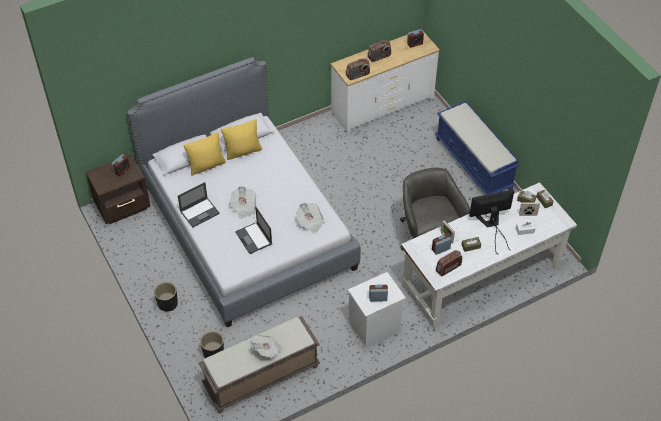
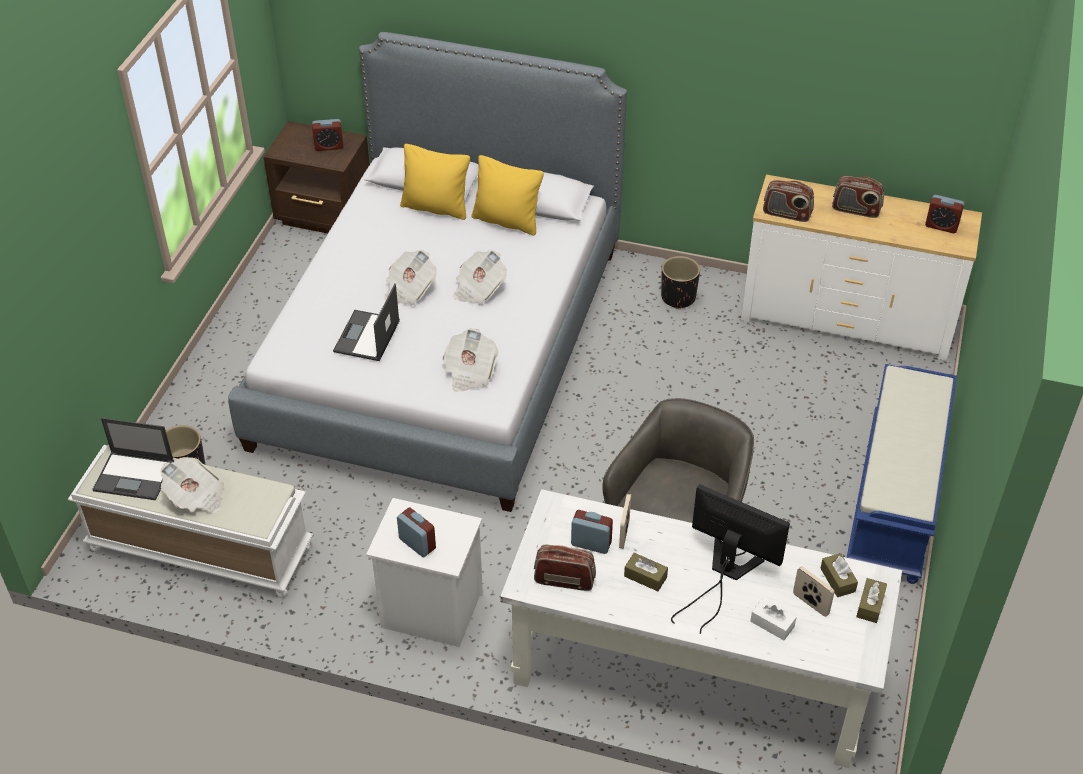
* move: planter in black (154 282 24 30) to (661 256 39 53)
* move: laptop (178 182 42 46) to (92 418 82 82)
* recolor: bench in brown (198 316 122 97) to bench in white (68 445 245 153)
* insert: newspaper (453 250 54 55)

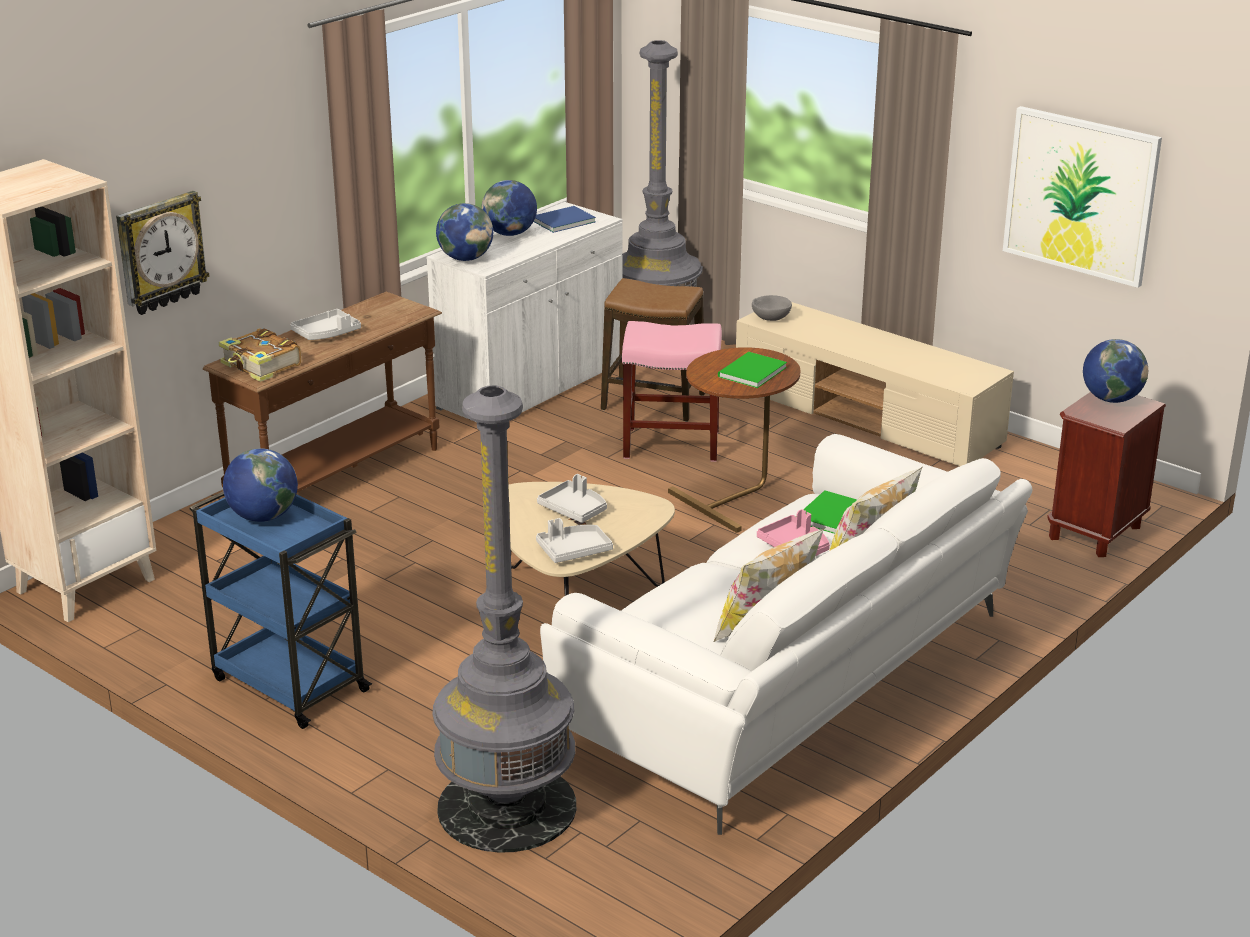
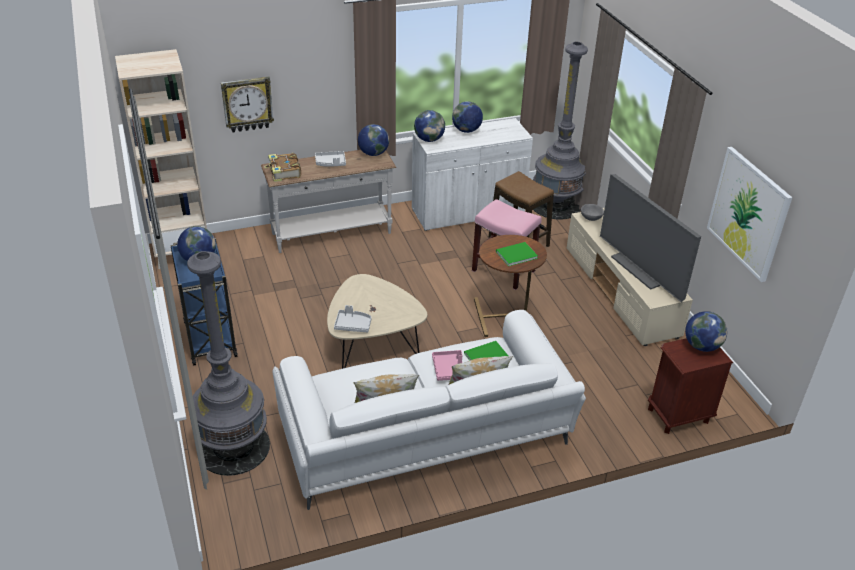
* recolor: console table in brown (203 292 239 200) to console table in white (261 150 135 103)
* delete: book in blue (534 206 62 27)
* delete: tray in grey (537 474 70 49)
* insert: globe (358 124 31 32)
* insert: television (600 174 101 128)

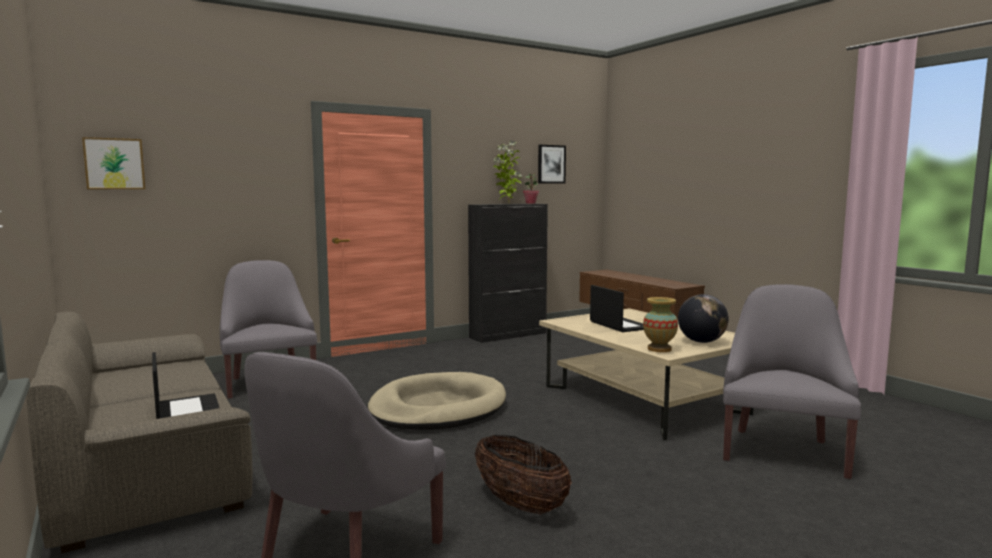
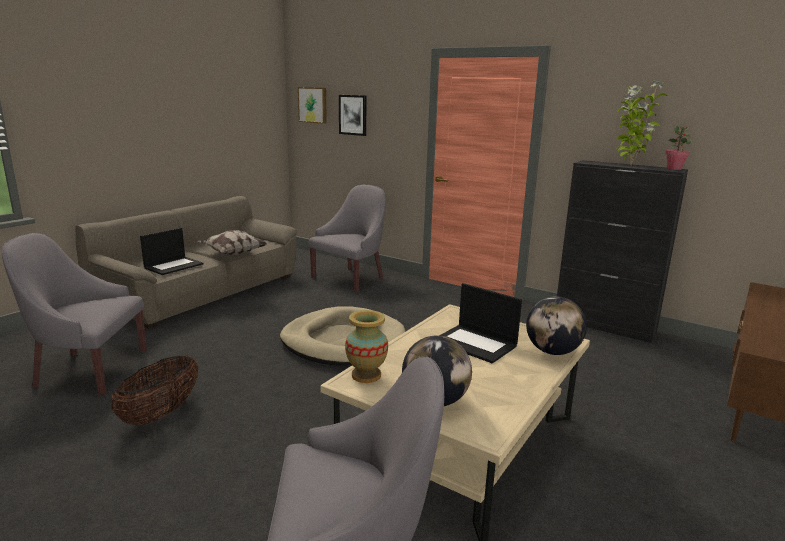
* move: picture (538 145 28 38) to (339 95 28 41)
* rotate: laptop (590 285 54 47) = (439 283 83 80) 90 degrees clockwise
* insert: pillow (197 230 70 25)
* insert: globe (526 296 61 59)

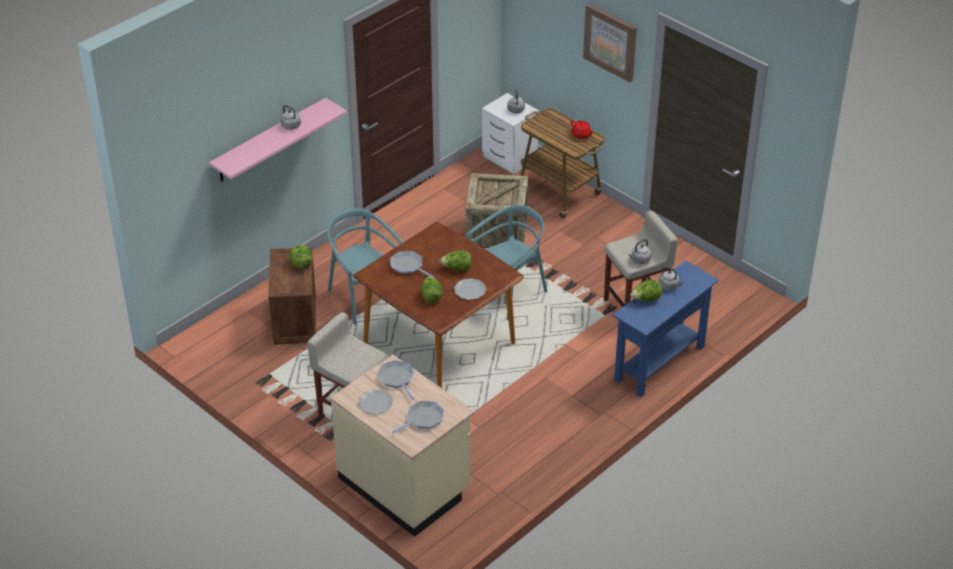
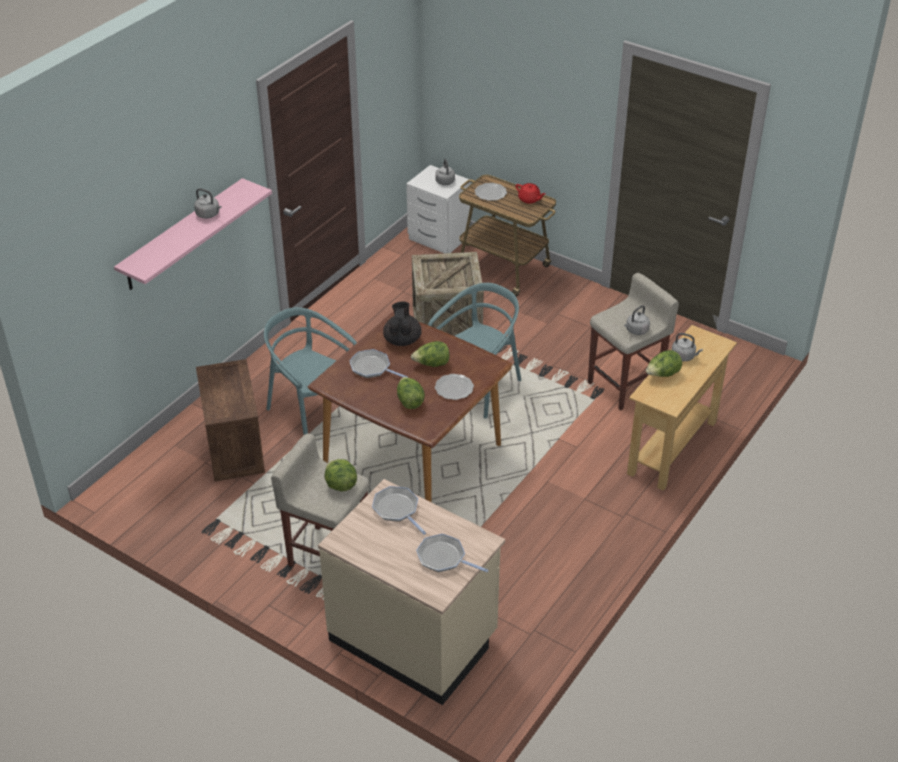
* move: lettuce (289 245 24 24) to (324 459 33 32)
* move: plate (358 389 35 25) to (475 183 32 18)
* rotate: frying pan (392 401 52 33) = (416 534 72 38) 105 degrees counterclockwise
* delete: picture (583 4 54 78)
* recolor: console table in blue (613 260 106 137) to console table in beige (627 325 110 166)
* insert: teapot in black (383 301 39 45)

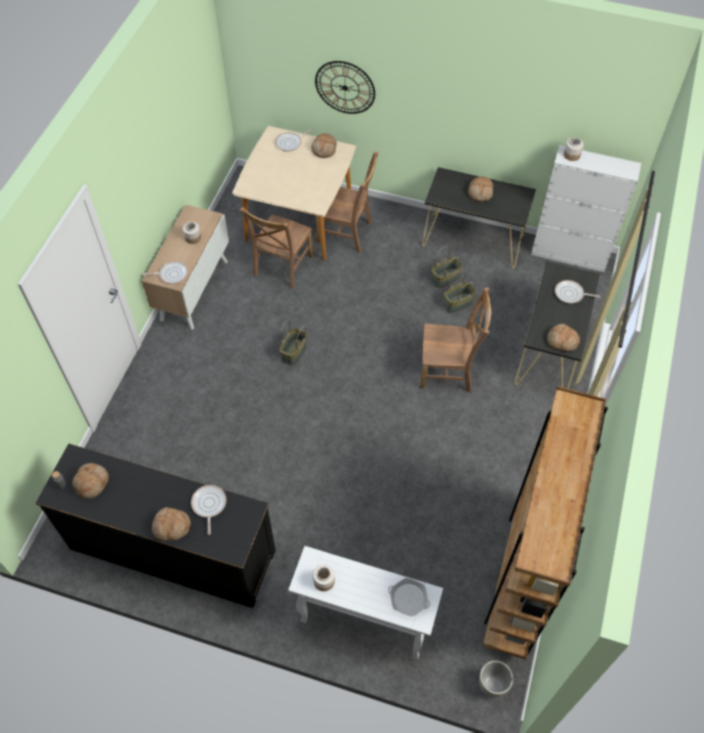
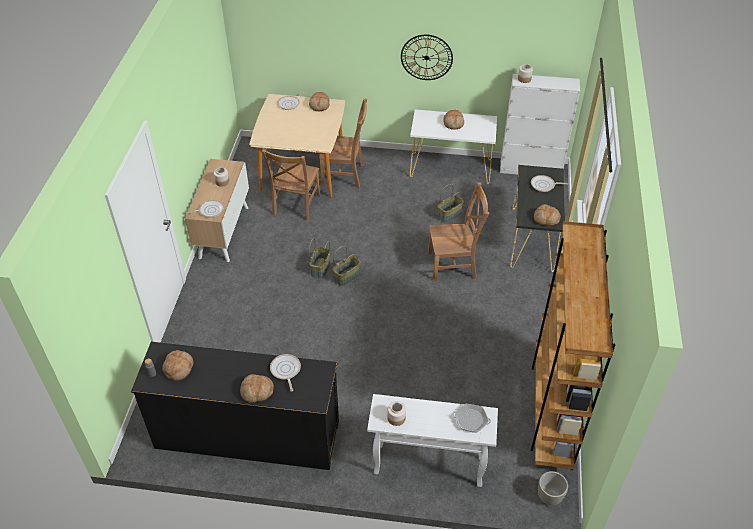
* move: wall clock (315 61 60 53) to (401 35 52 45)
* recolor: console table in black (422 167 114 101) to console table in white (410 110 87 74)
* move: basket (431 246 32 42) to (332 246 28 40)

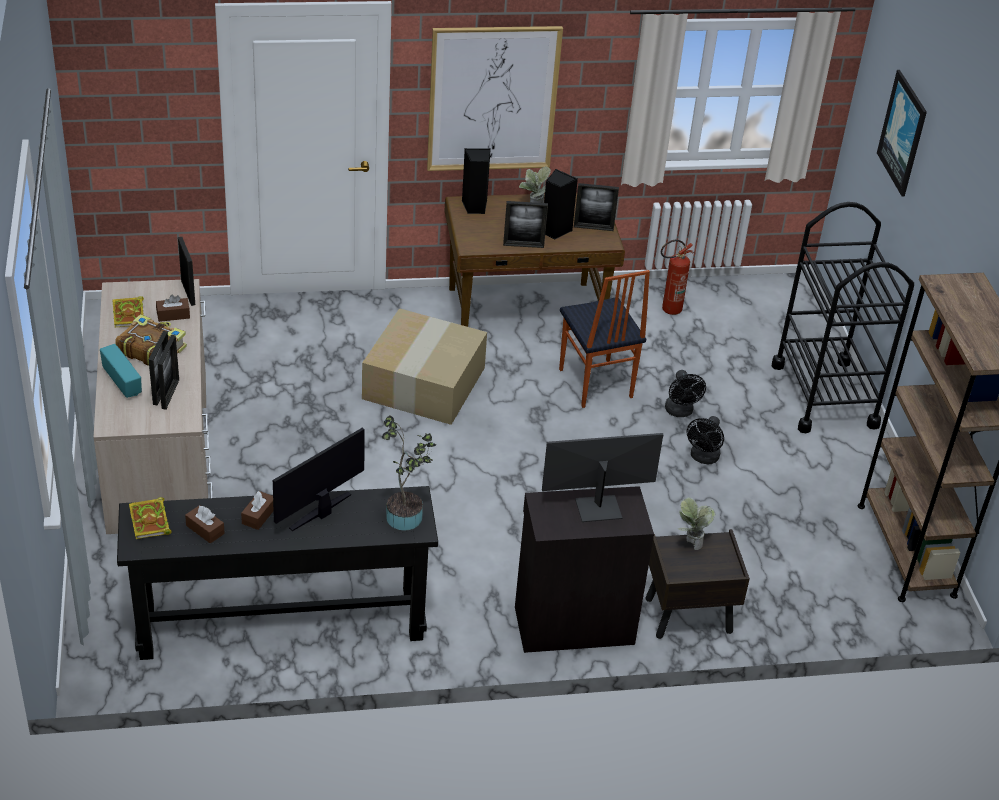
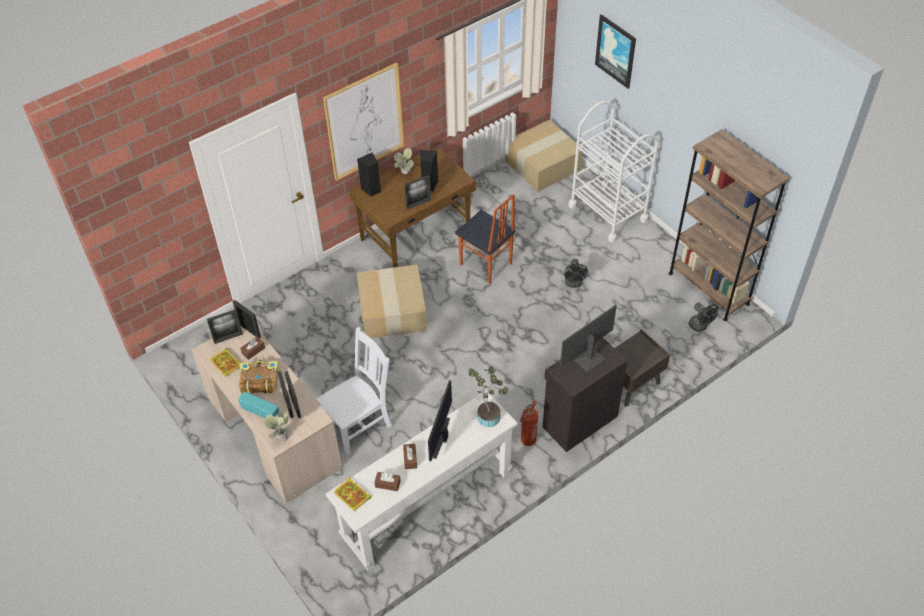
* recolor: console table in black (117 486 321 174) to console table in white (326 390 192 181)
* move: picture frame (574 183 45 48) to (207 309 36 35)
* move: fire extinguisher (661 240 33 75) to (520 400 18 46)
* move: fan in black (665 370 41 47) to (689 302 30 30)
* move: potted plant (678 497 38 53) to (264 412 24 29)
* recolor: cart in black (772 202 142 231) to cart in white (568 101 91 142)
* insert: chair in white (316 327 76 128)
* insert: cardboard box (505 120 78 72)

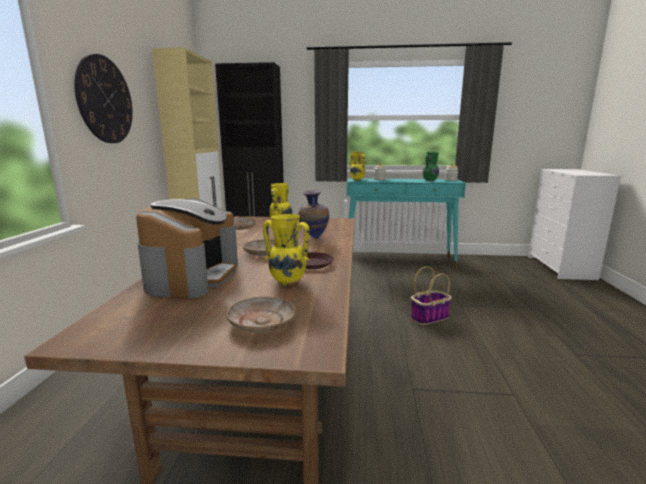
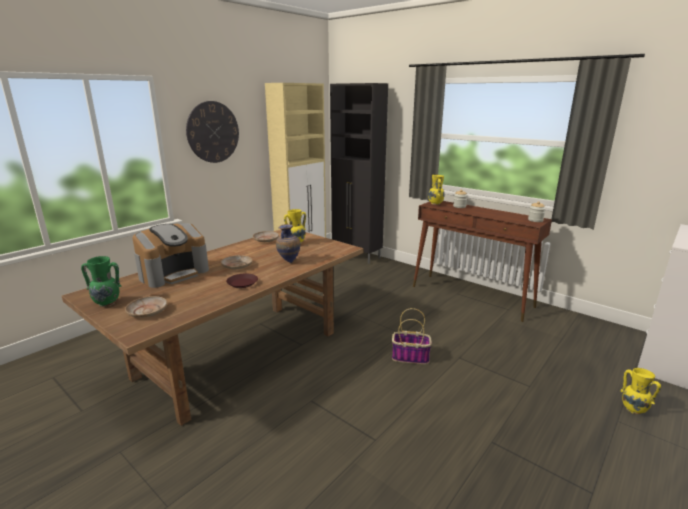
* move: vase in yellow (263 214 46 72) to (621 368 40 46)
* recolor: console table in turquoise (347 178 119 91) to console table in brown (413 201 139 121)
* move: vase in green (423 152 16 30) to (81 256 40 51)

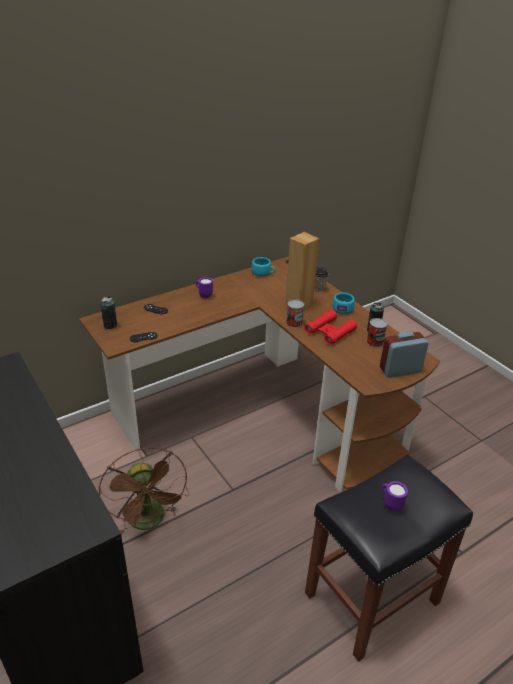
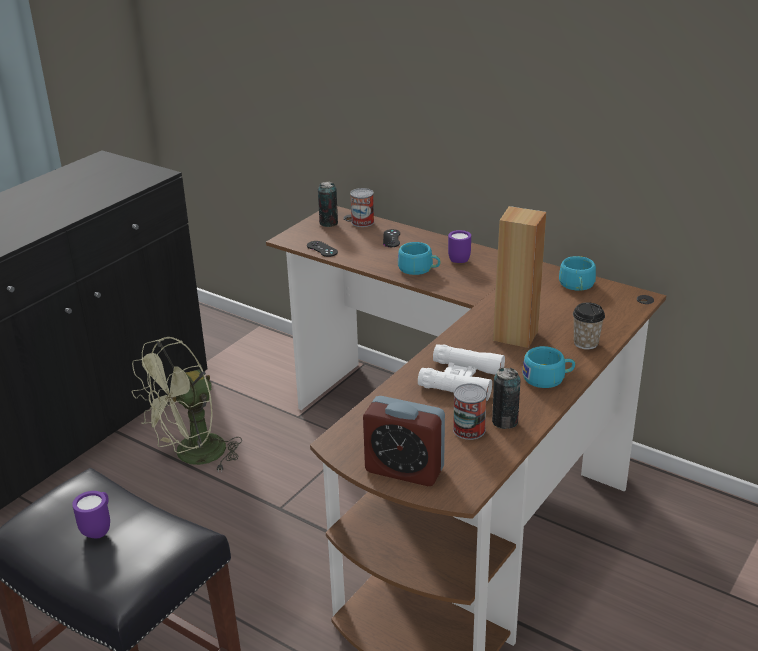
* recolor: fan in brown (99 447 90 87) to fan in green (132 337 110 135)
* move: can (286 299 18 29) to (350 188 24 39)
* recolor: binoculars in red (305 309 52 36) to binoculars in white (418 344 87 57)
* rotate: alarm clock (380 331 48 47) = (363 396 82 90) 150 degrees clockwise
* insert: cup in turquoise (398 242 43 33)

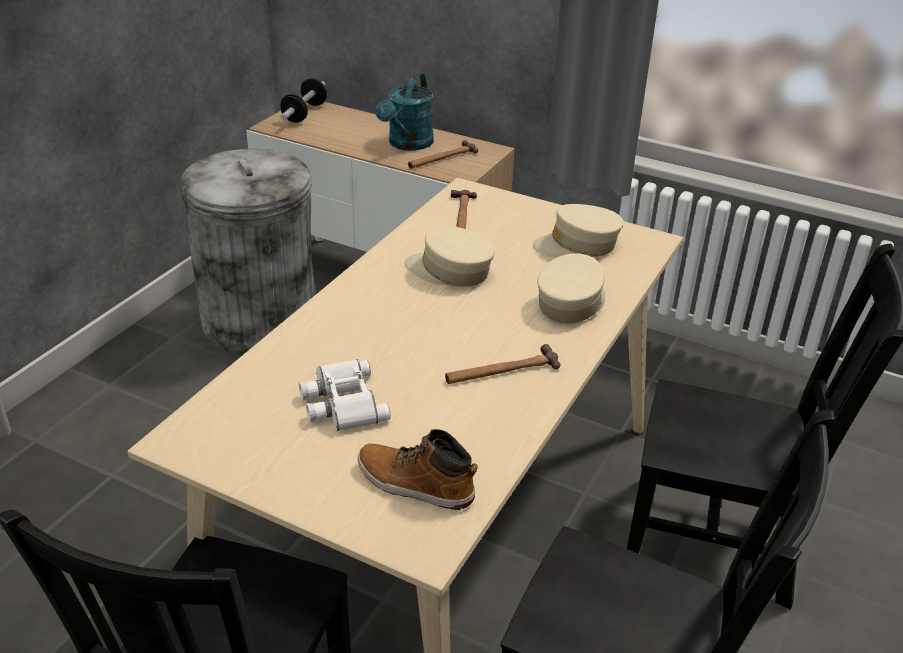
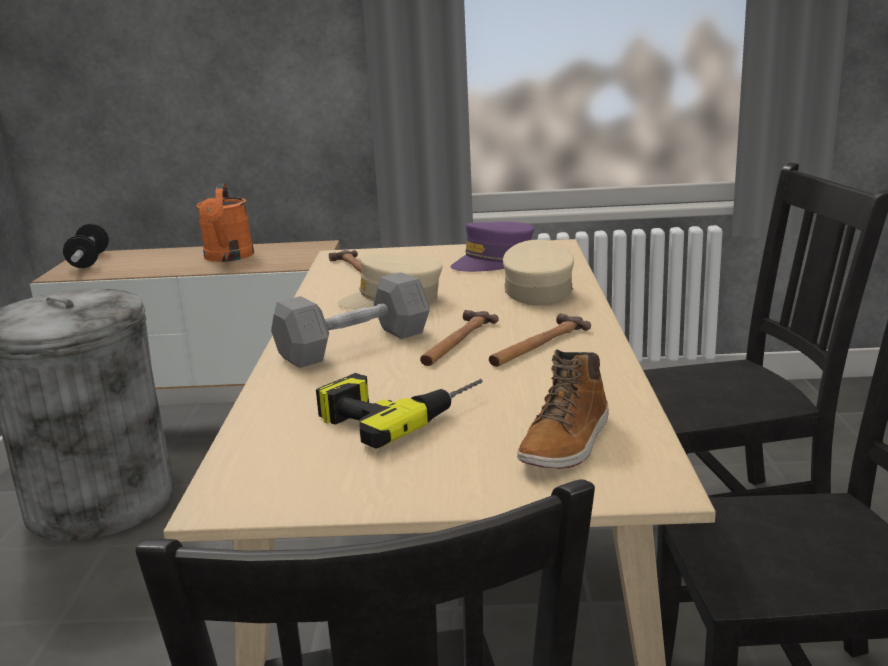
* replace: binoculars in white (299 359 91 72) to power drill (316 373 167 76)
* rotate: boot (358 429 120 81) = (517 349 92 120) 60 degrees counterclockwise
* recolor: watering can in turquoise (376 73 57 78) to watering can in orange (196 183 58 79)
* move: hammer (408 140 70 29) to (420 310 79 56)
* recolor: cap in beige (533 204 91 54) to cap in purple (450 222 84 50)
* insert: dumbbell in grey (271 272 159 96)

